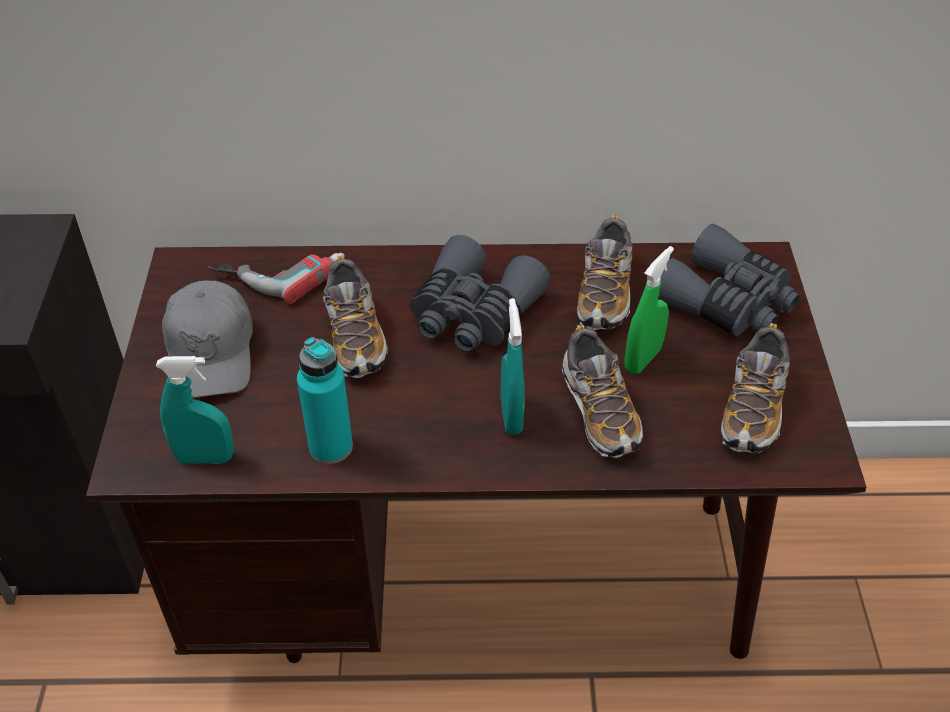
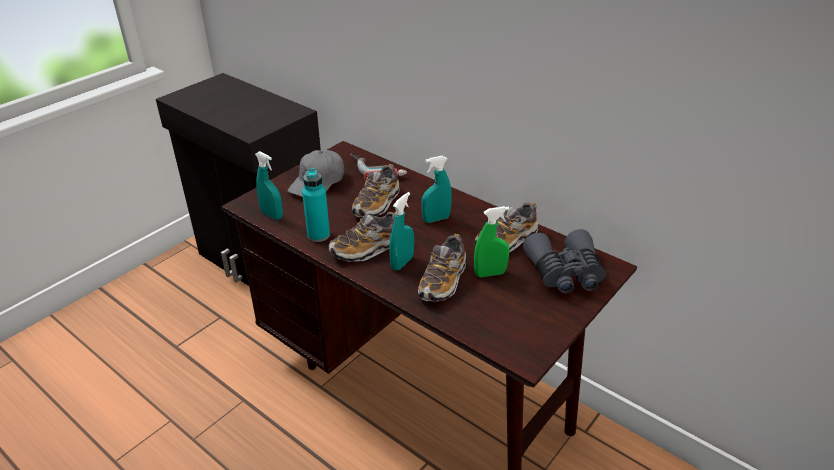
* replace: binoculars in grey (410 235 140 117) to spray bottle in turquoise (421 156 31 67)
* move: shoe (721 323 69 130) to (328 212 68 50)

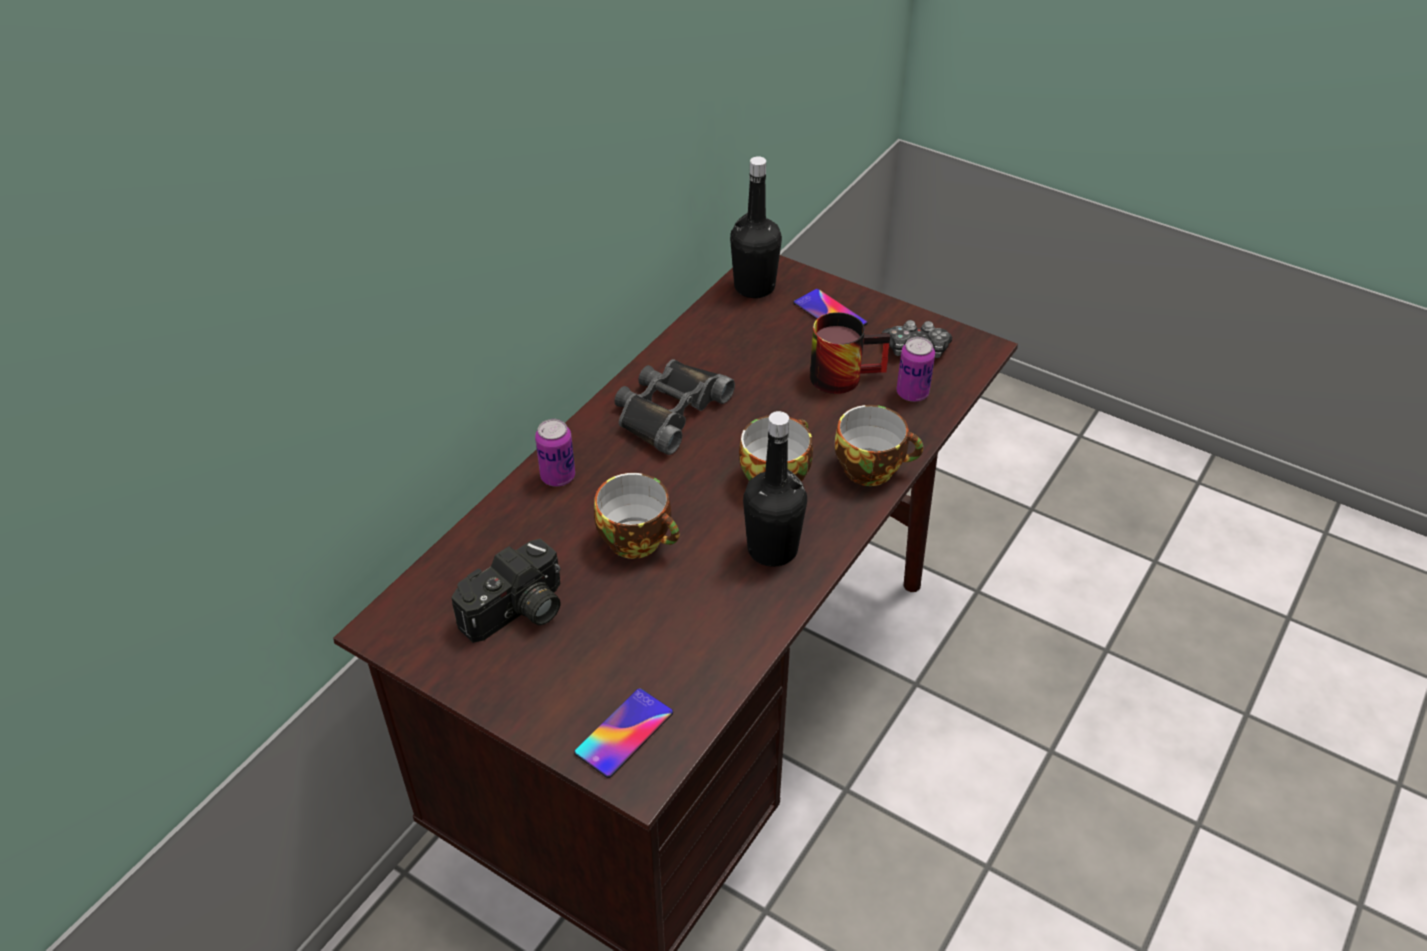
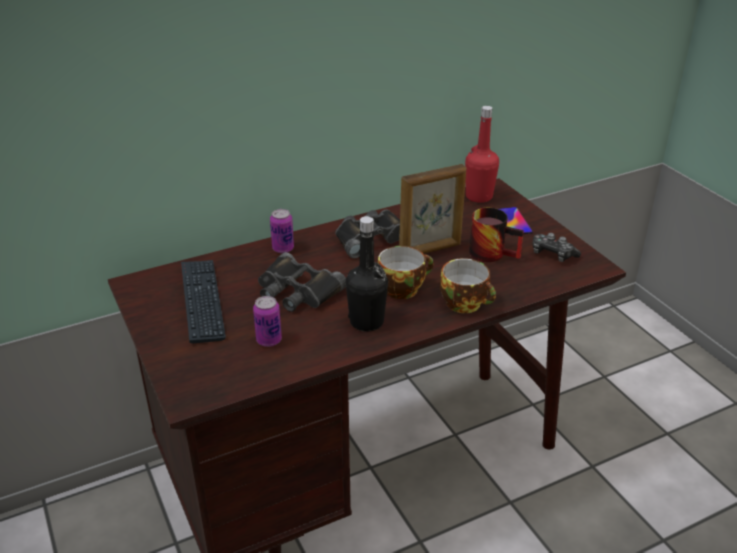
* replace: photo camera (451 539 110 104) to keyboard (181 260 45 84)
* delete: phone (574 688 99 90)
* replace: cup (594 473 86 86) to binoculars in black (258 252 88 60)
* recolor: bottle in black (730 156 52 142) to bottle in red (465 106 34 97)
* move: can (897 337 38 65) to (253 296 29 51)
* insert: picture frame (399 164 67 90)

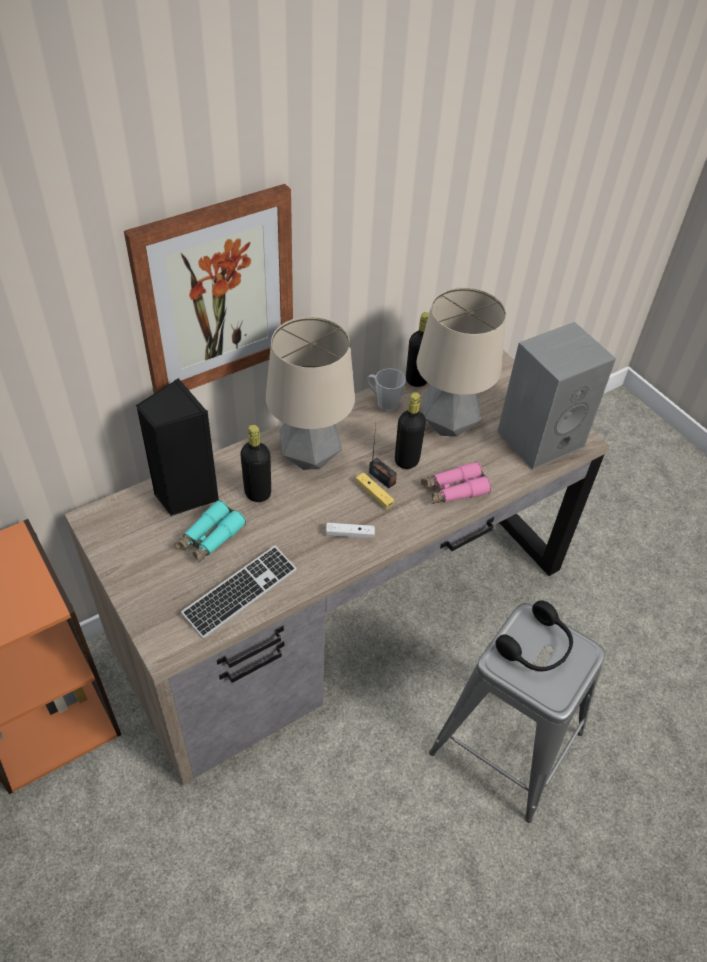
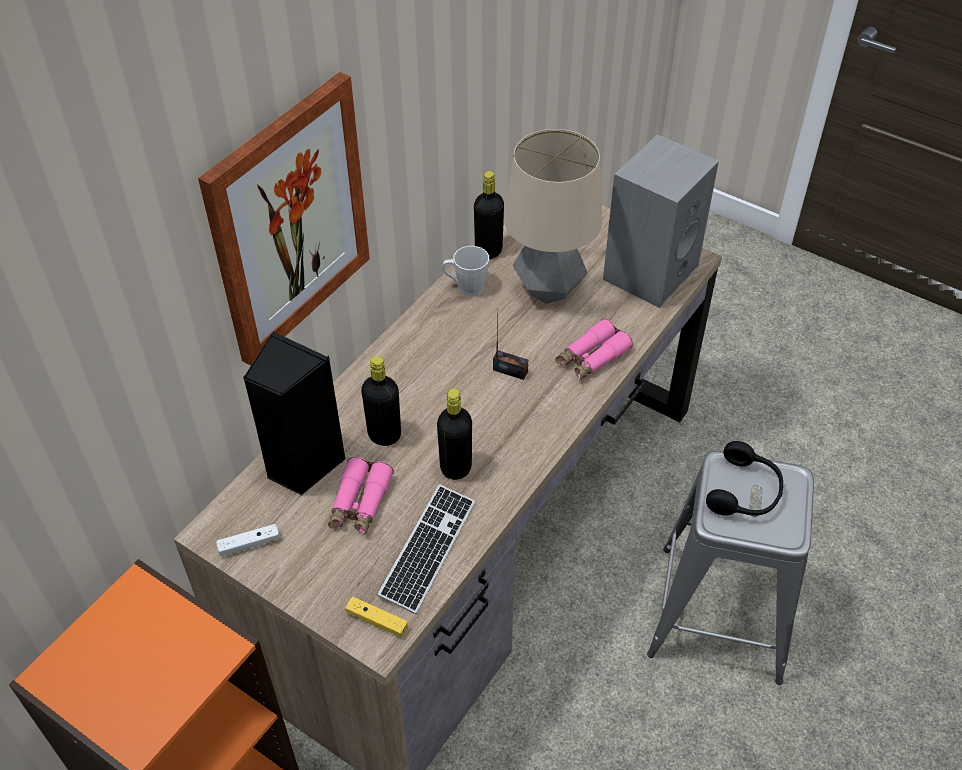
* recolor: binoculars in turquoise (175 500 71 63) to binoculars in pink (328 457 66 78)
* delete: table lamp (266 317 89 153)
* move: game controller in white (326 523 49 15) to (216 524 64 32)
* move: game controller in yellow (356 473 38 36) to (345 597 63 40)
* move: bottle in black (395 392 31 77) to (437 389 35 91)

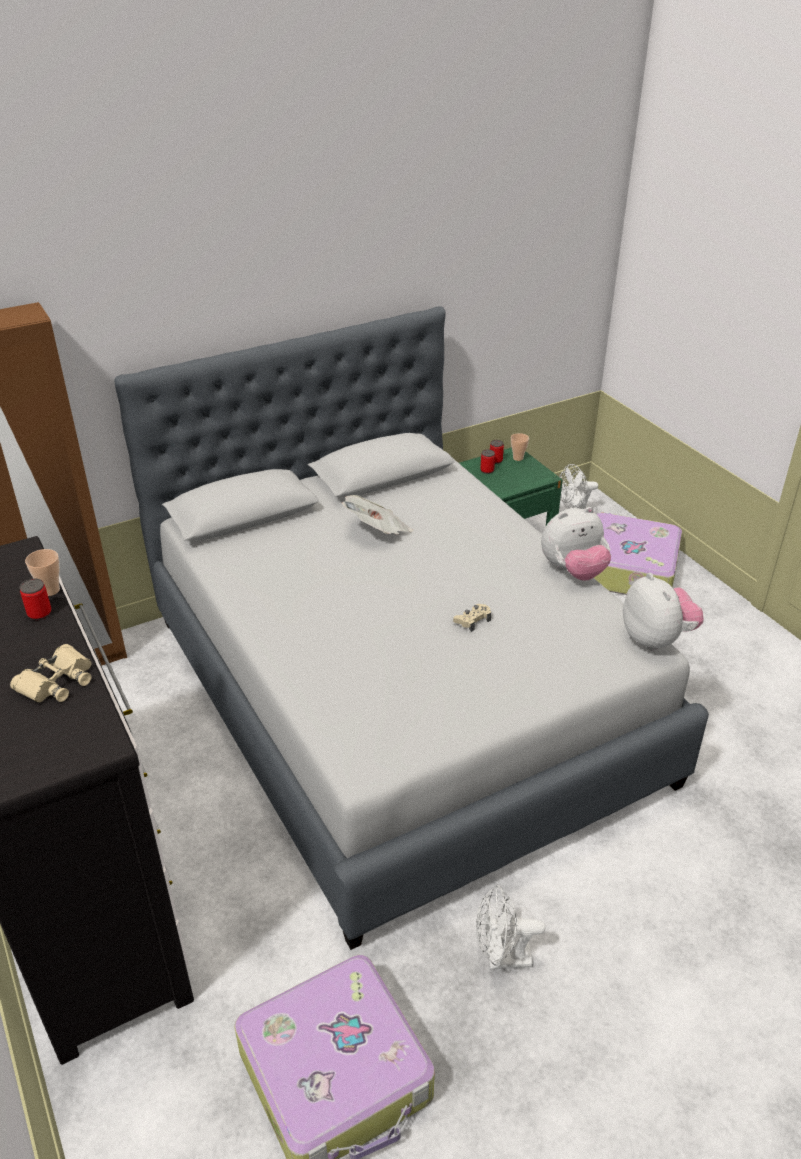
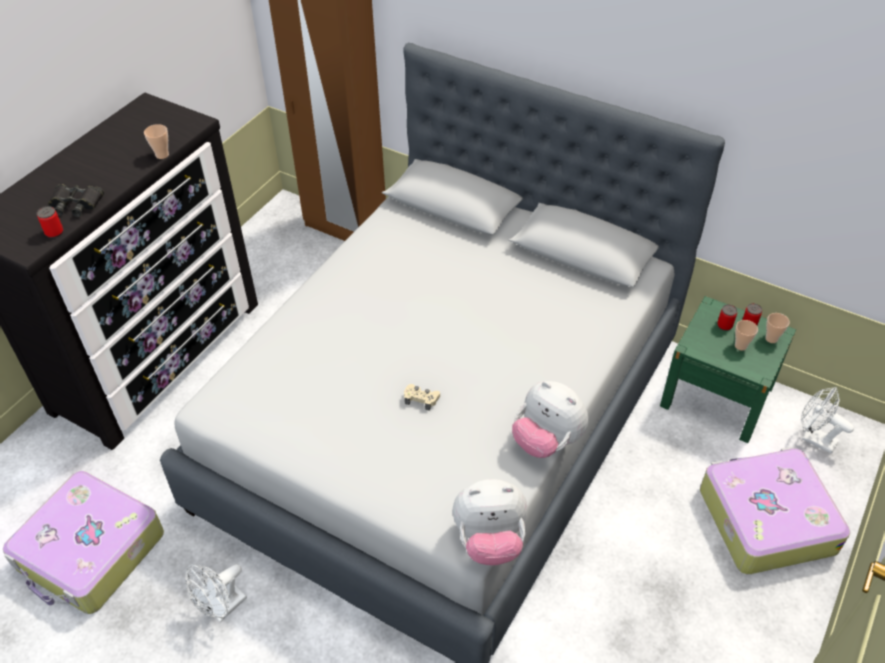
* recolor: binoculars in beige (10 644 82 59) to binoculars in black (48 184 56 33)
* move: can (20 578 32 42) to (37 206 26 32)
* delete: newspaper (341 495 72 40)
* rotate: fan in white (476 885 69 85) = (185 564 62 58) 105 degrees counterclockwise
* rotate: plush toy (623 573 81 78) = (453 479 74 86) 45 degrees clockwise
* insert: cup (735 320 23 31)

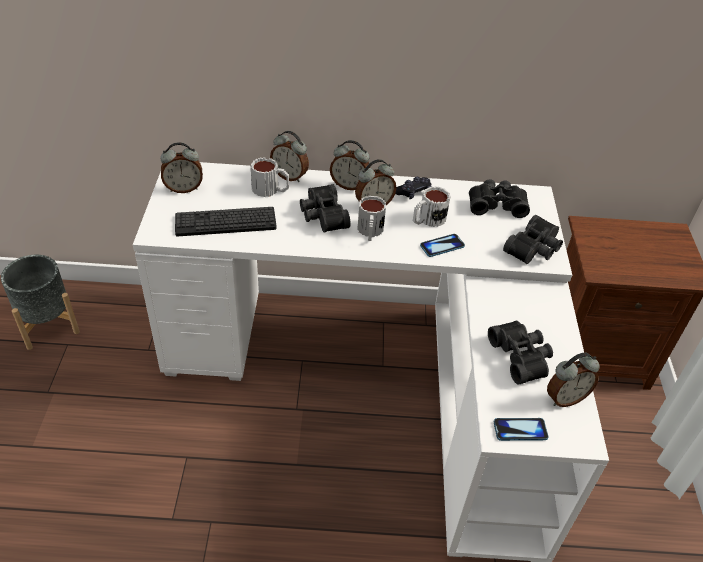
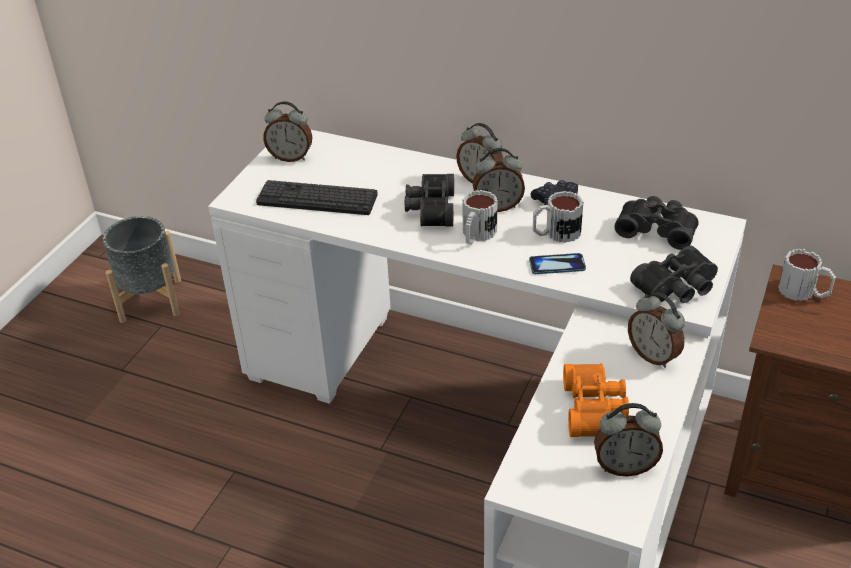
* move: mug (251 157 38 40) to (778 249 58 52)
* move: alarm clock (270 131 39 51) to (628 293 57 75)
* recolor: binoculars in black (488 321 65 64) to binoculars in orange (563 364 66 73)
* delete: phone (494 418 55 23)

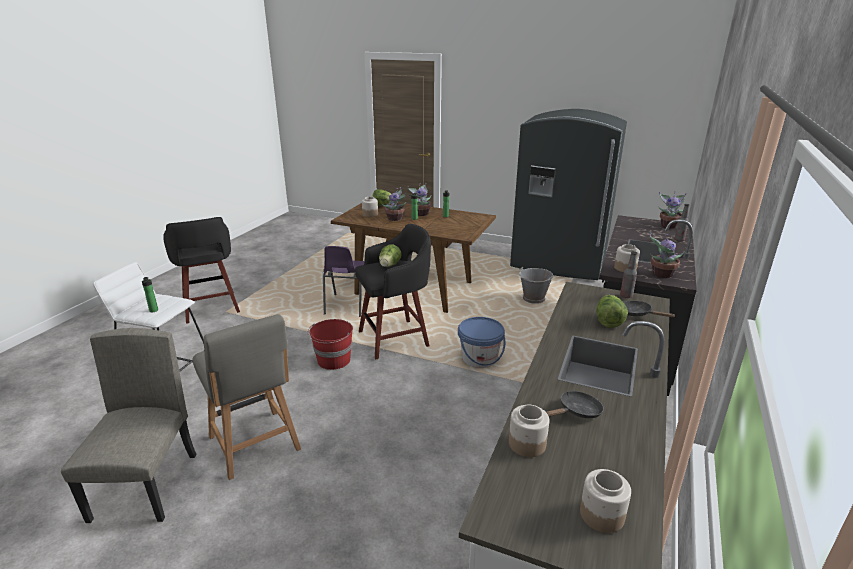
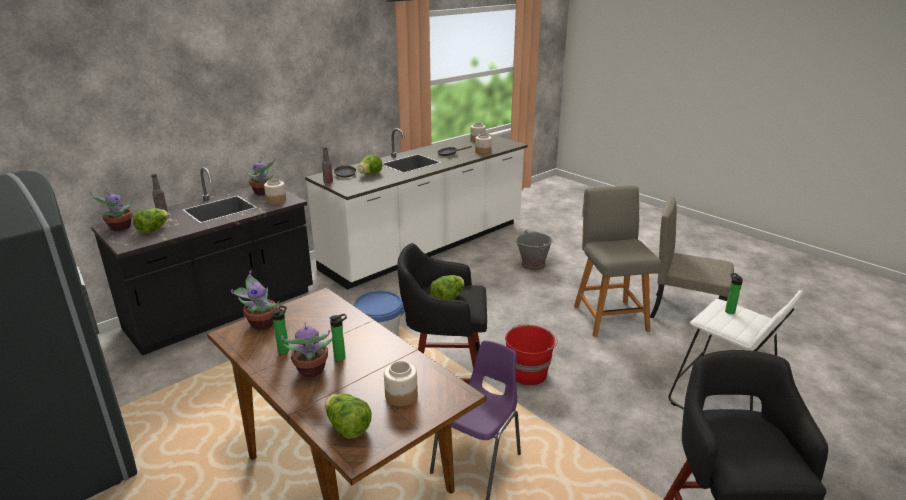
* rotate: chair in beige (61 328 135 195) = (650 197 84 121) 90 degrees clockwise
* move: potted plant (381 187 26 34) to (231 270 49 60)
* move: bucket in grey (519 267 34 37) to (516 230 37 41)
* insert: lettuce (133 208 36 26)

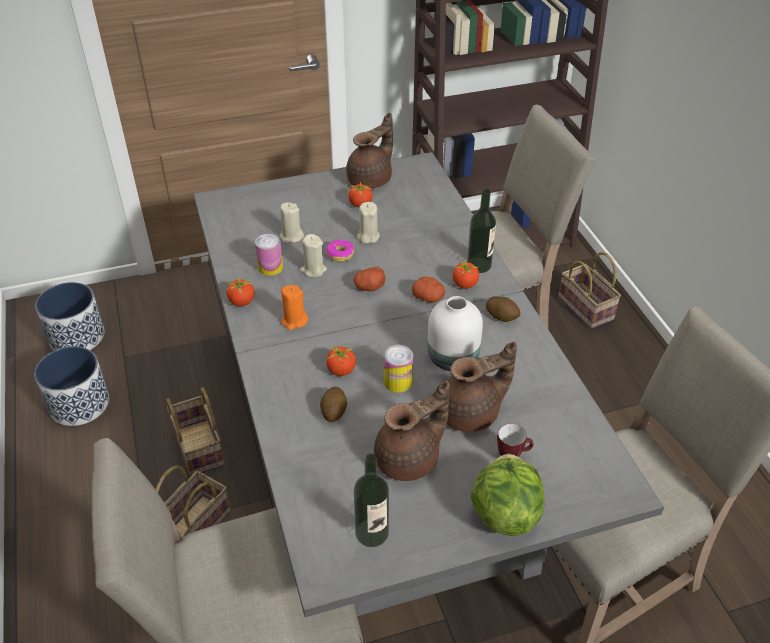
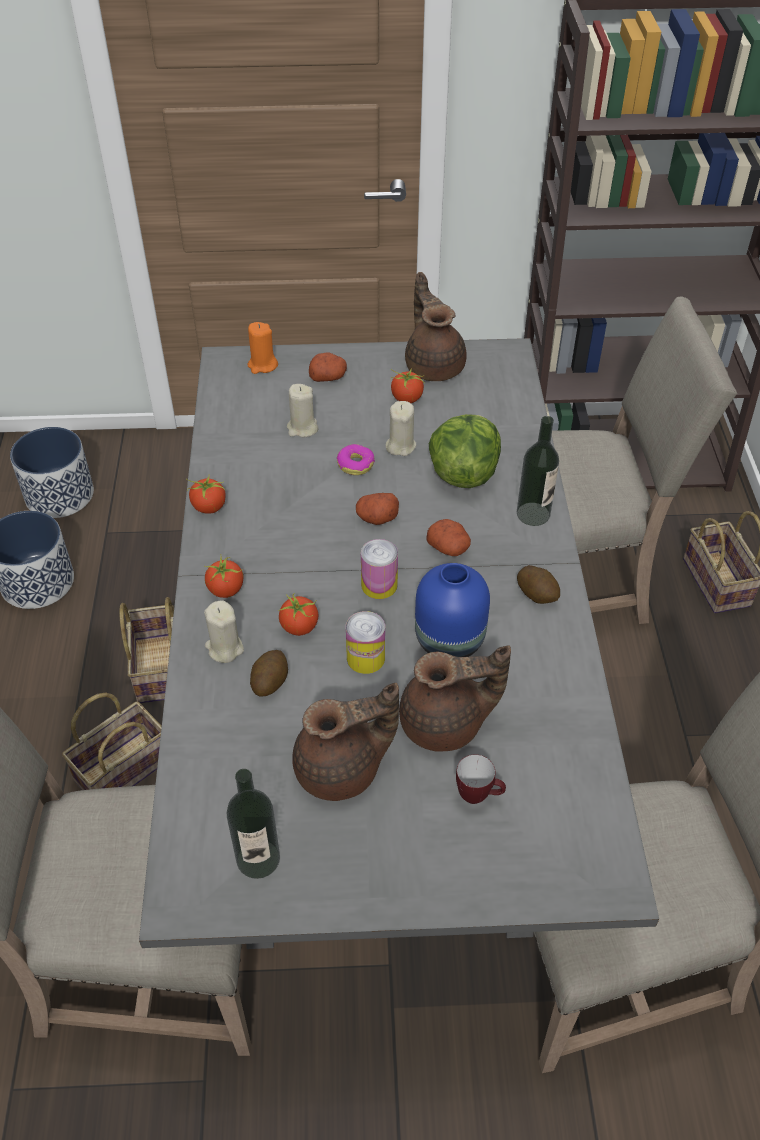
* move: can (255 234 28 42) to (361 539 37 60)
* move: candle in orange (281 285 27 45) to (247 322 31 52)
* move: candle in beige (300 234 27 43) to (204 600 40 63)
* rotate: teapot in brown (346 112 47 77) = (405 272 62 109) 75 degrees counterclockwise
* recolor: vase in white (427 296 56 75) to vase in blue (415 563 75 94)
* move: tomato (452 259 27 30) to (205 557 38 41)
* move: lettuce (471 454 73 82) to (429 414 72 74)
* insert: potato (309 352 38 30)

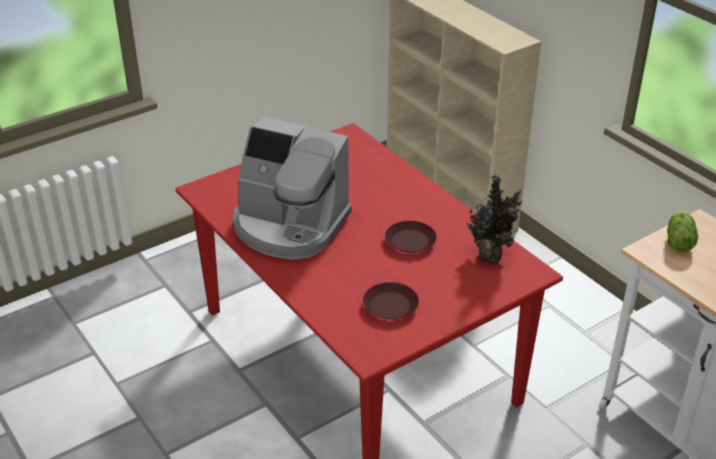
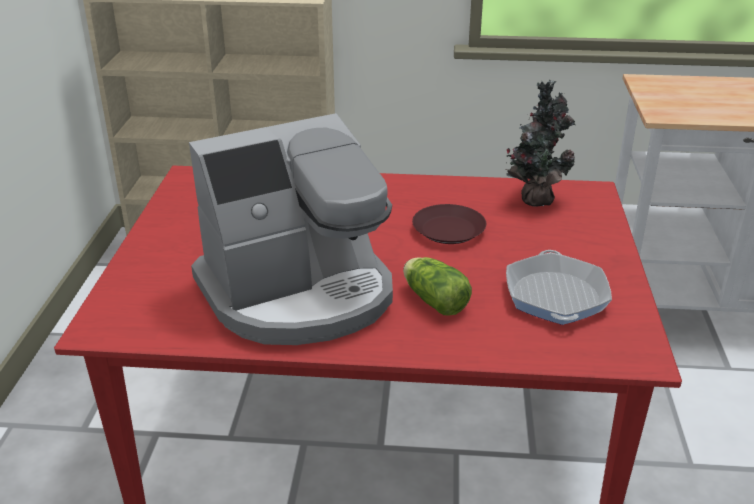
* replace: plate in brown (363 282 56 37) to frying pan (506 250 106 75)
* move: lettuce (667 211 31 41) to (403 257 69 58)

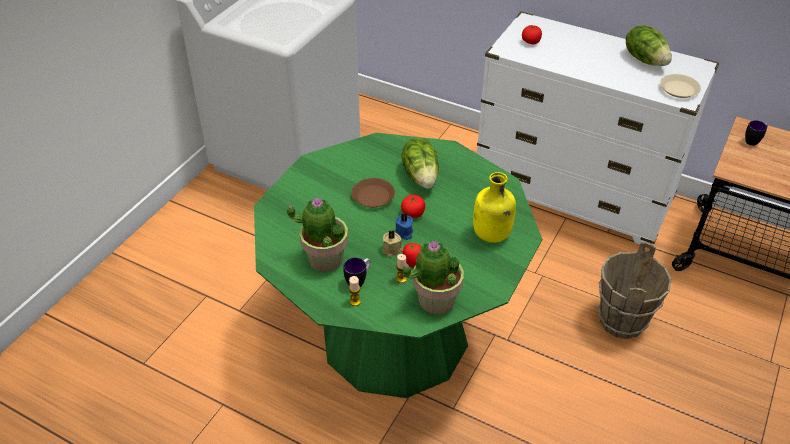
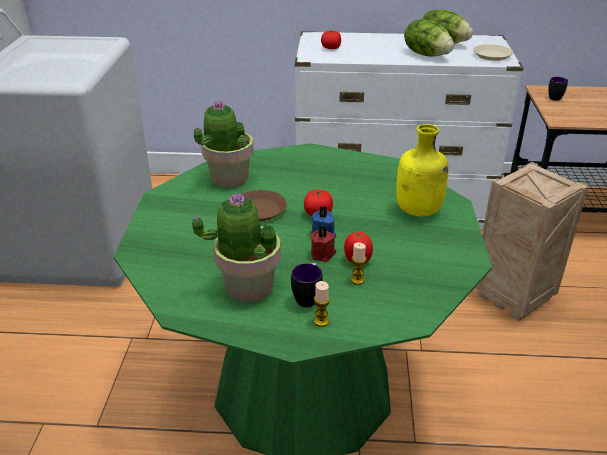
* recolor: candle in beige (382 230 21 27) to candle in red (311 226 25 36)
* move: lettuce (402 138 37 51) to (404 20 50 37)
* move: potted plant (402 241 62 73) to (193 100 61 88)
* replace: bucket in brown (598 242 74 97) to crate (475 162 114 159)

